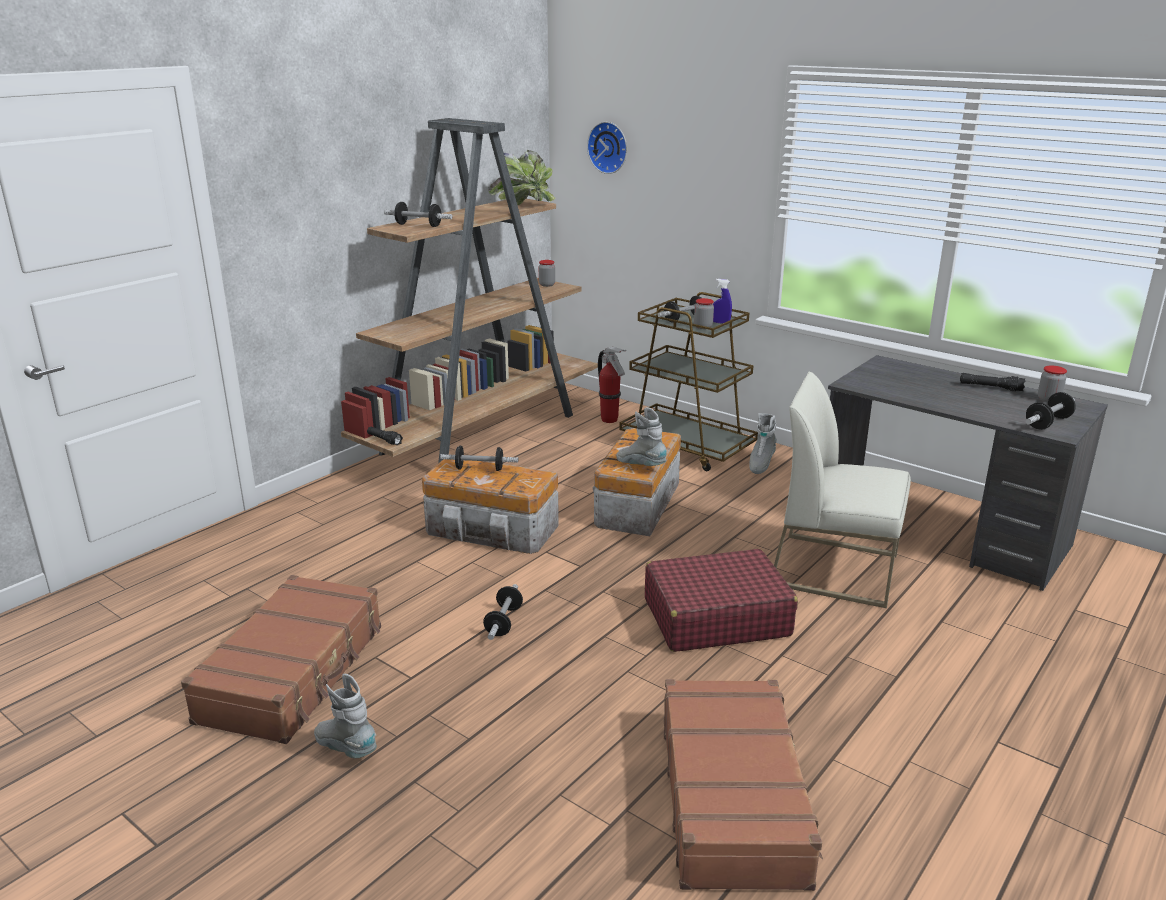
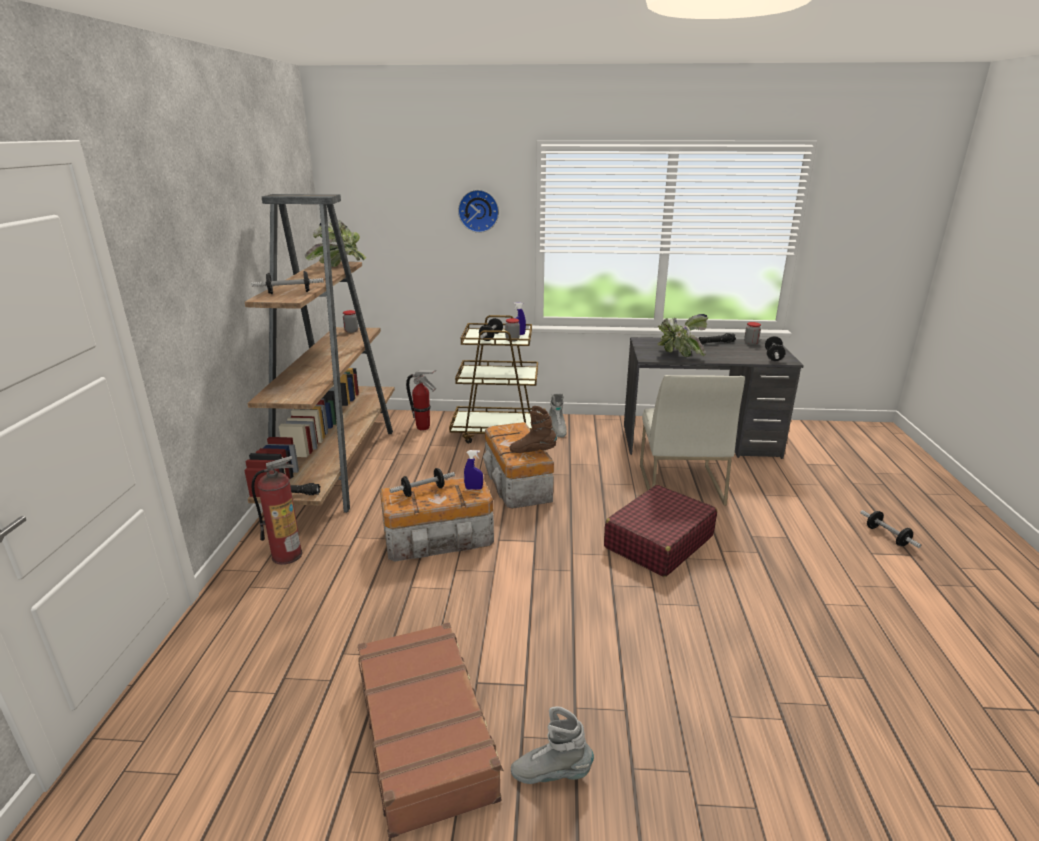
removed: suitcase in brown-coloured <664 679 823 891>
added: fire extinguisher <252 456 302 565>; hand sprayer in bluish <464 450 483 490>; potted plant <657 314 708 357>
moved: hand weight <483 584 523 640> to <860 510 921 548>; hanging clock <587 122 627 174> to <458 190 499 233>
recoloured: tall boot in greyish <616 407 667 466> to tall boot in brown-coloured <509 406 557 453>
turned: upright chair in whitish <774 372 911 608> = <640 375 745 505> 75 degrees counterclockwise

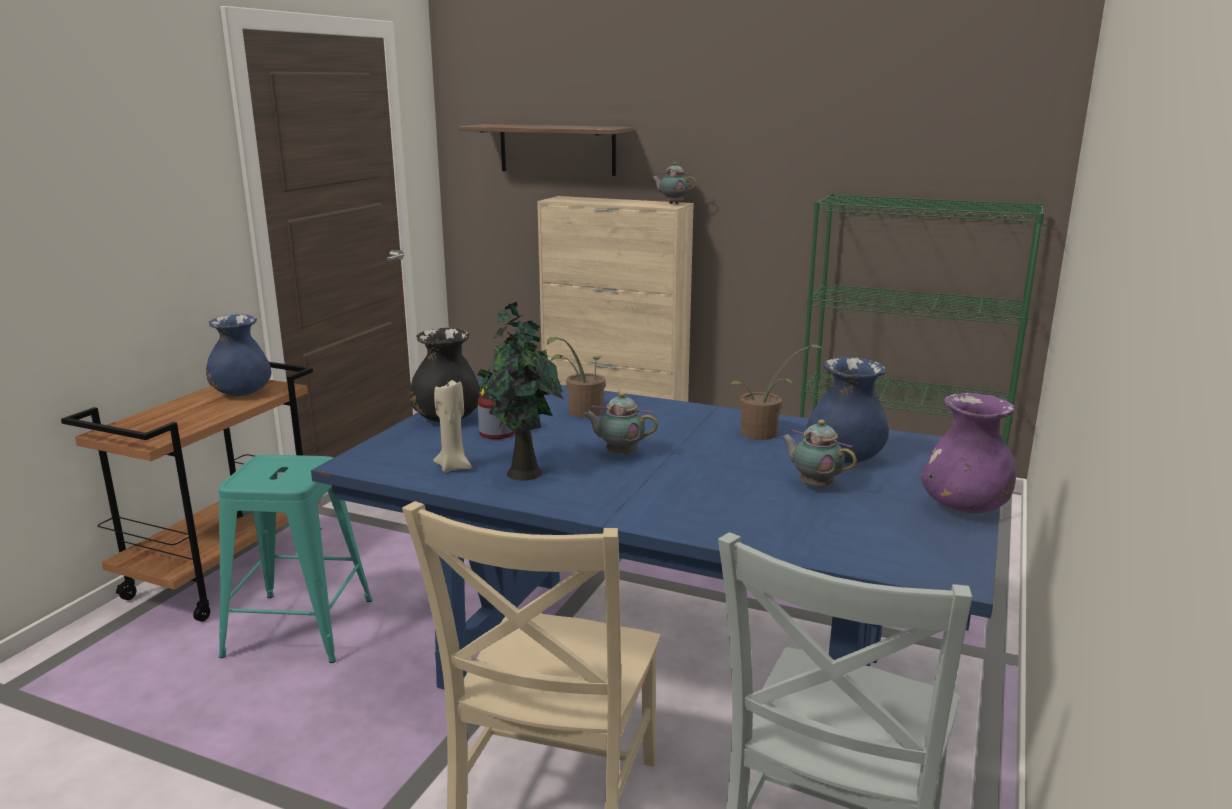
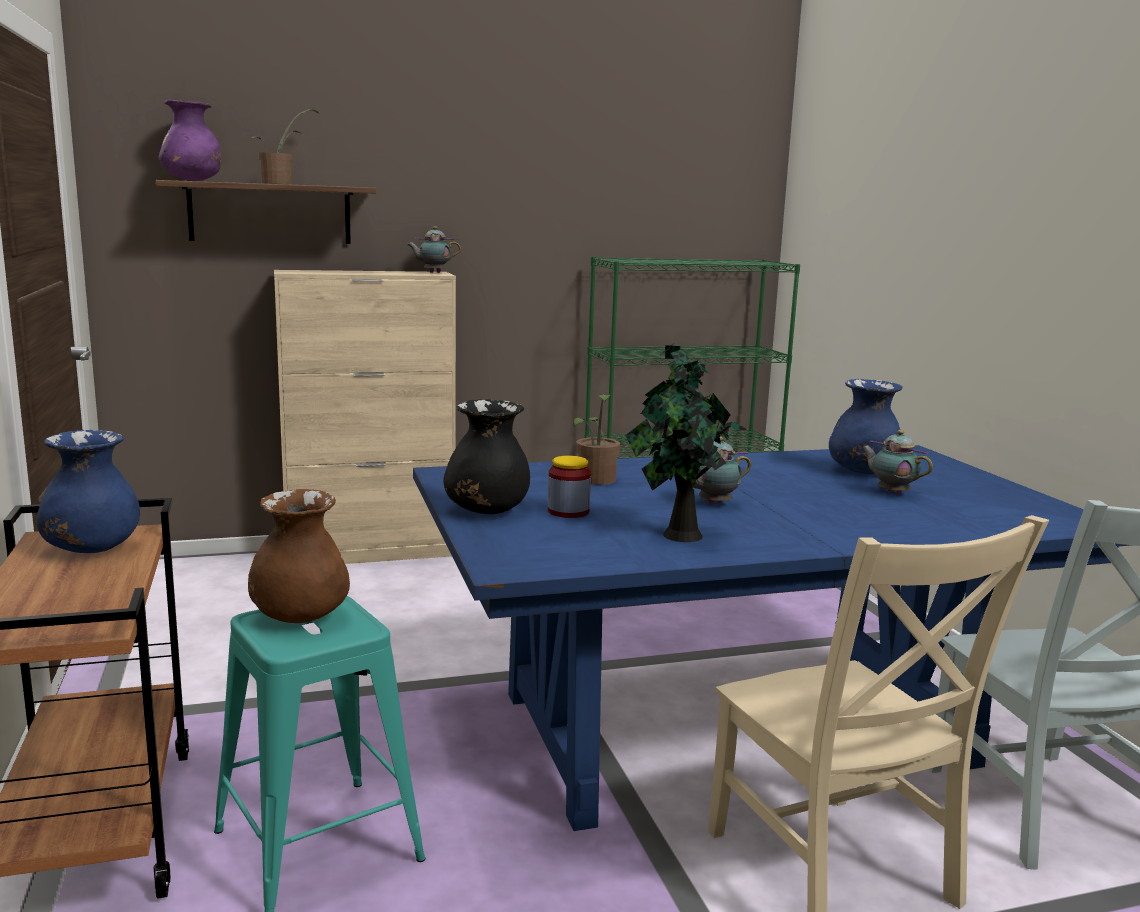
removed: candle in beige-coloured <433 378 472 472>
added: vase in brown-coloured <248 489 350 623>
moved: potted plant <729 344 823 440> to <251 109 319 184>; vase in purplish <921 393 1016 513> to <159 100 221 181>
turned: tea pot <781 420 857 488> = <862 430 933 495> 45 degrees clockwise

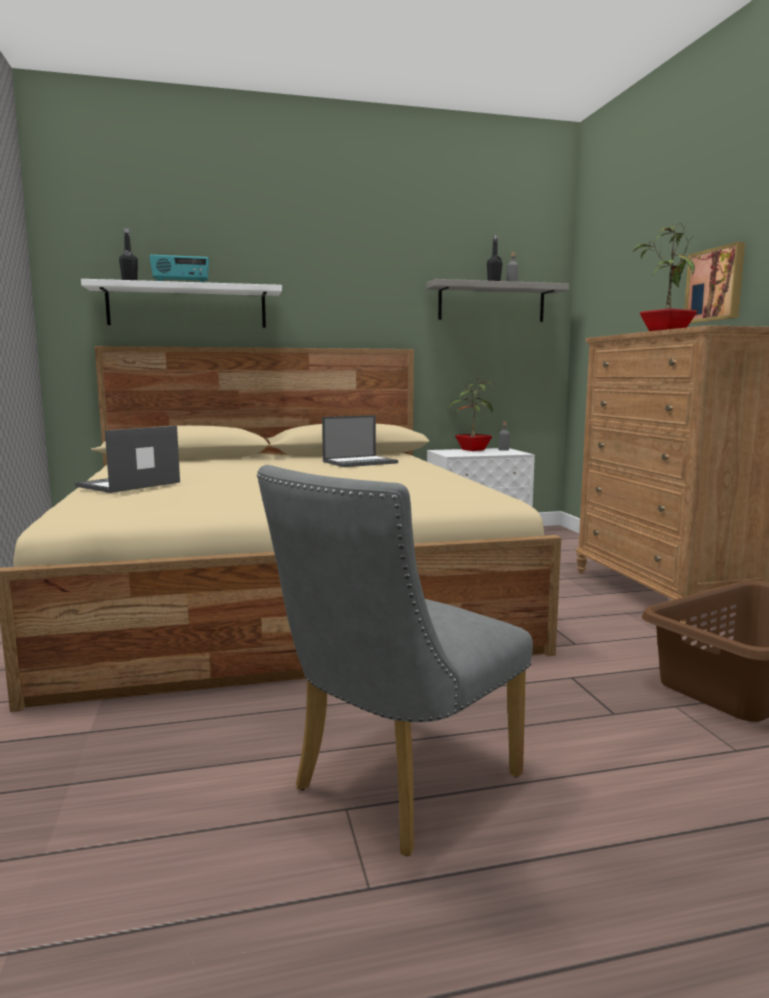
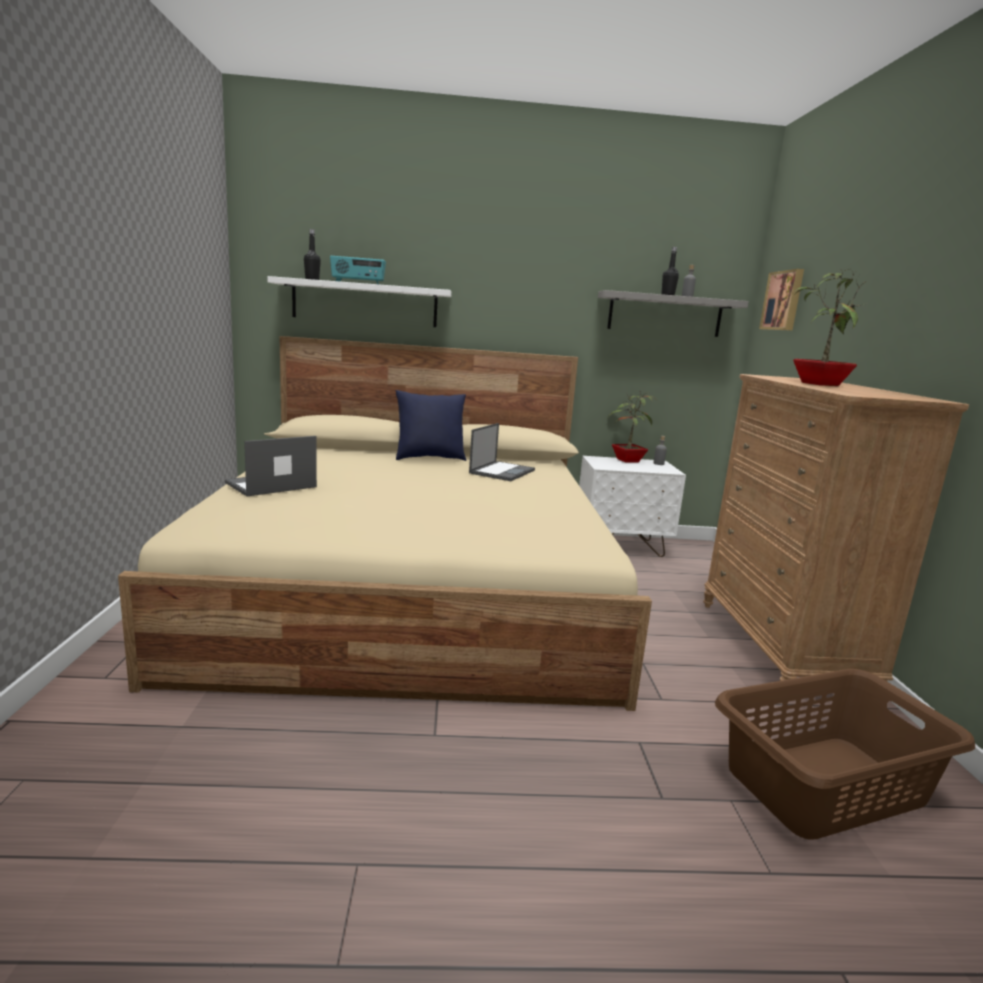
removed: upright chair in greyish <257 465 533 856>
added: pillow in bluish <396 390 466 461>
moved: wall picture <684 242 745 323> to <759 269 804 331>
turned: portable computer <322 415 398 467> = <469 423 535 481> 45 degrees counterclockwise

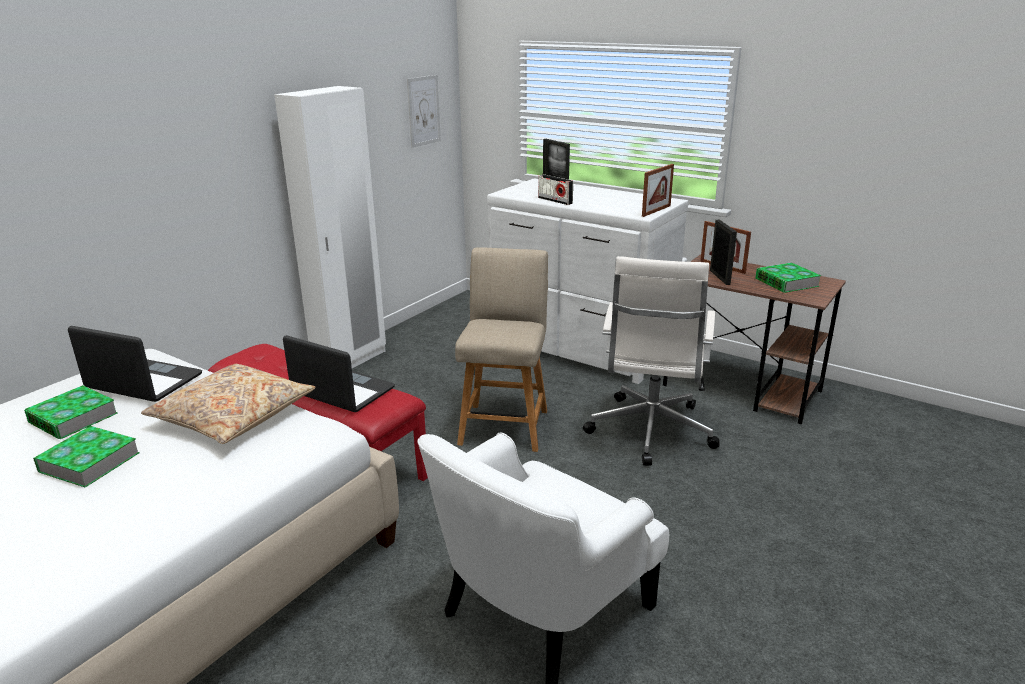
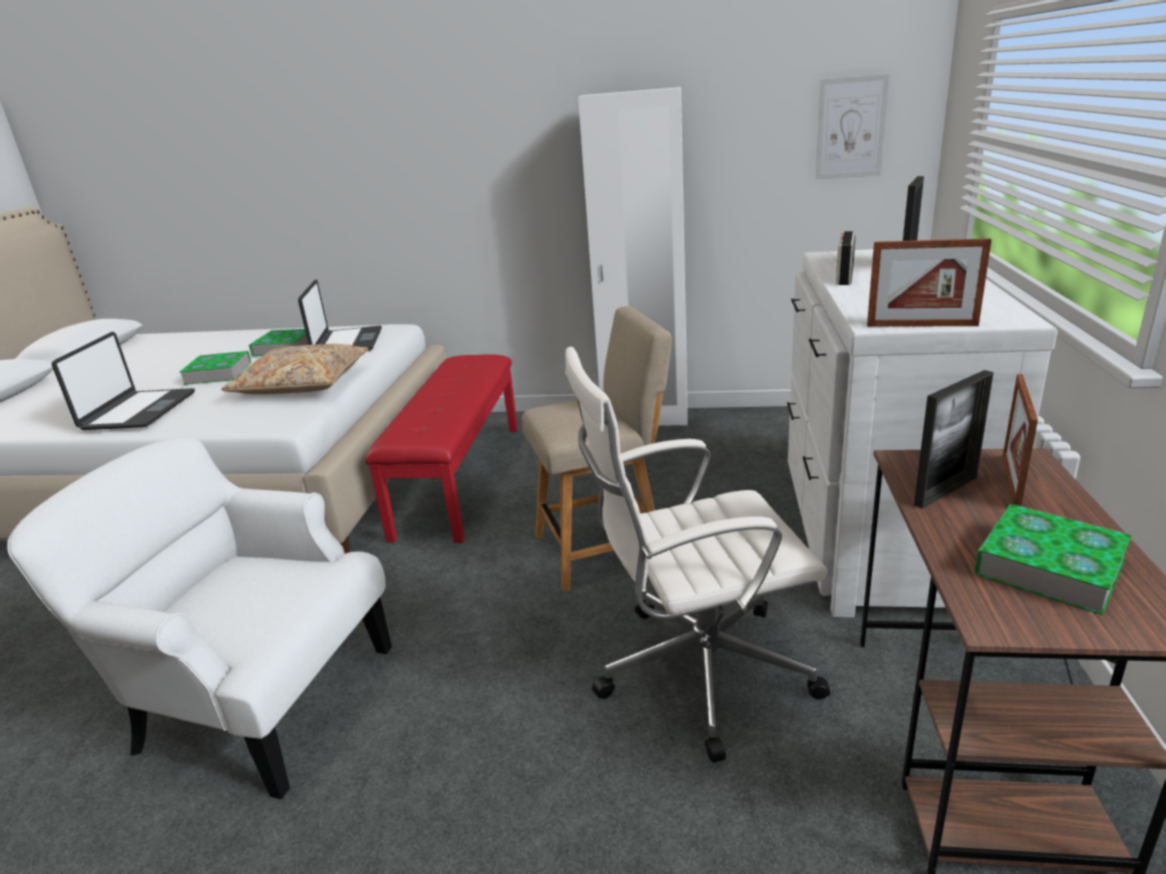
moved: portable computer <283 335 395 412> to <52 332 195 430>

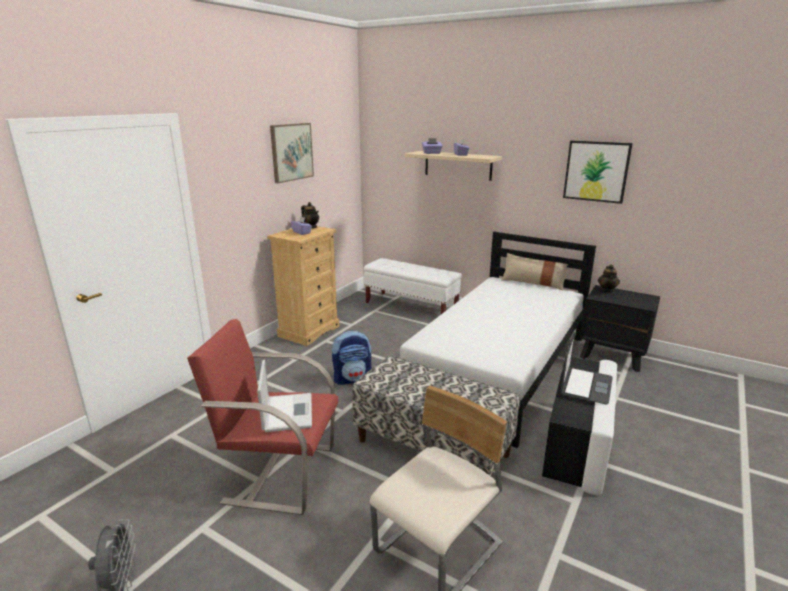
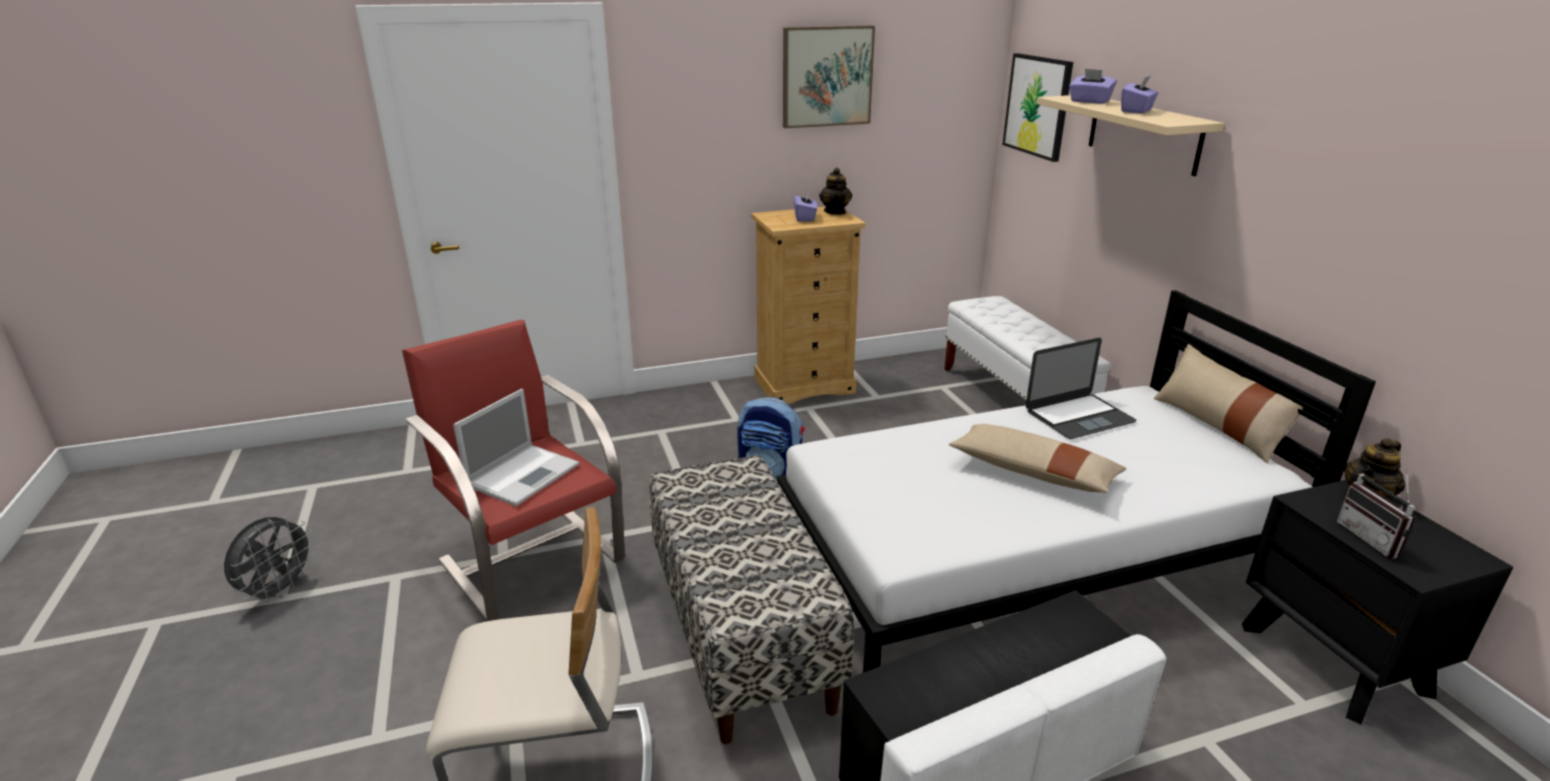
added: pillow in beige-coloured <949 424 1127 493>; radio receiver <1337 469 1416 559>
moved: portable computer <561 332 613 404> to <1026 338 1137 439>; wall picture <563 140 633 204> to <1003 53 1073 162>

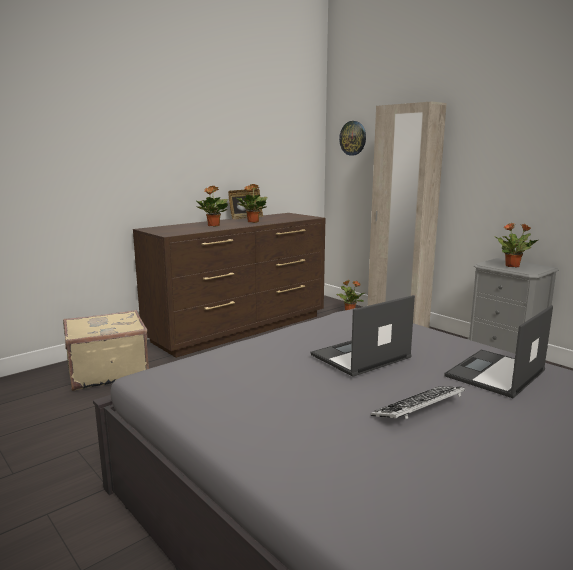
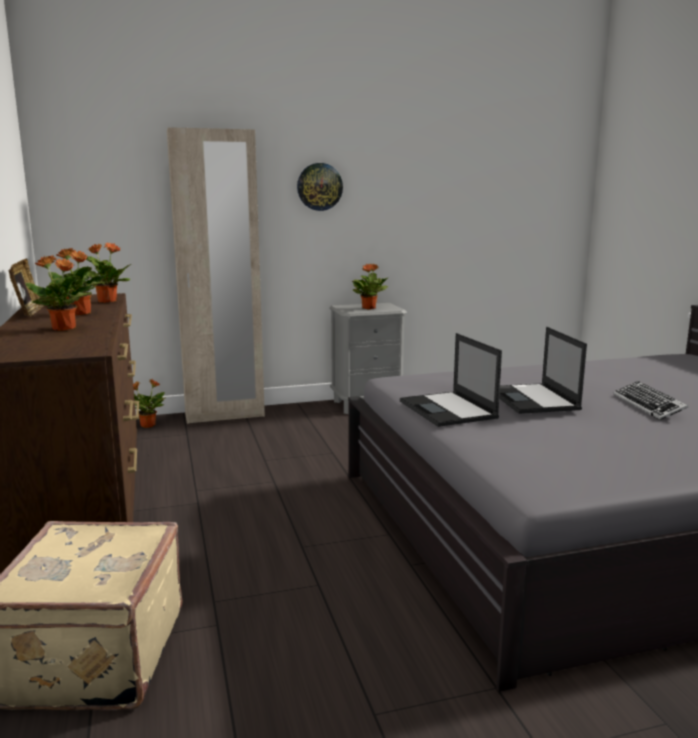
added: potted plant <77 243 131 303>
moved: hanging clock <339 121 366 156> to <297 163 343 211>; portable computer <444 305 553 398> to <400 333 502 427>

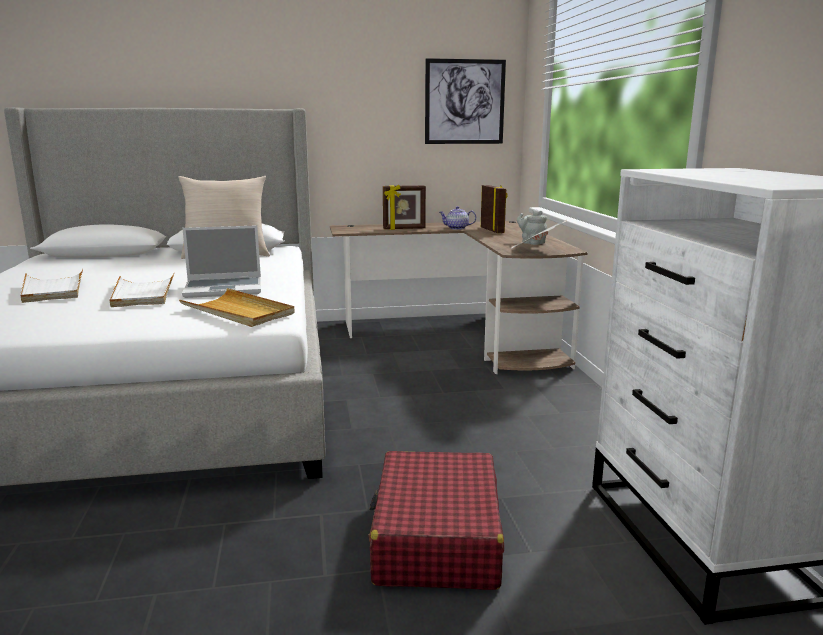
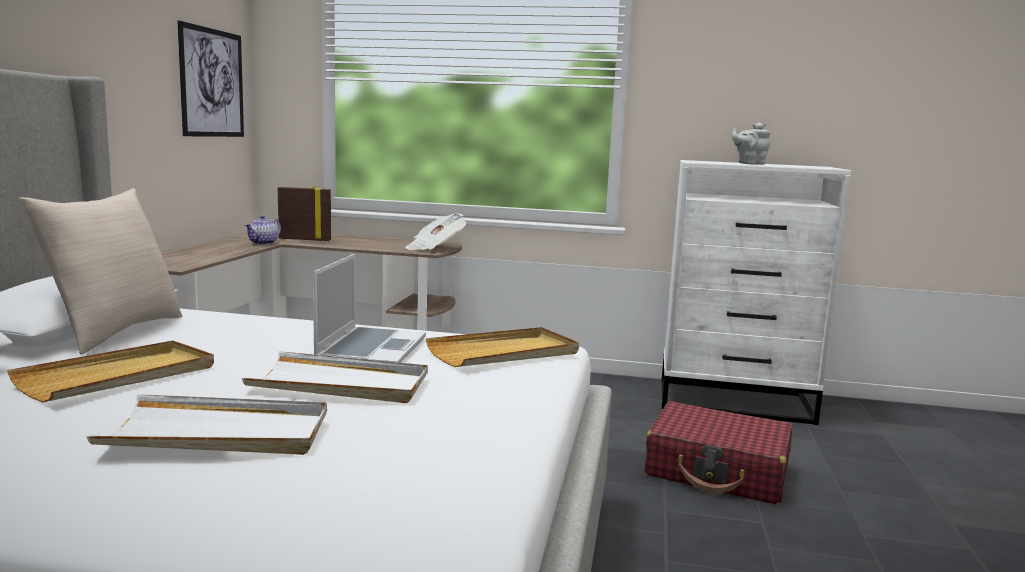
removed: standing frame <383 184 426 230>
added: tray in beige-coloured <7 340 214 403>
moved: tea pot in greyish <517 210 547 245> to <732 123 771 165>

